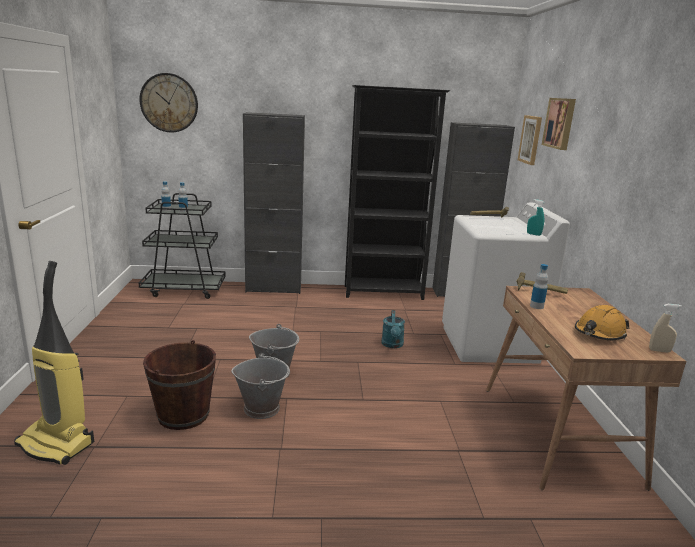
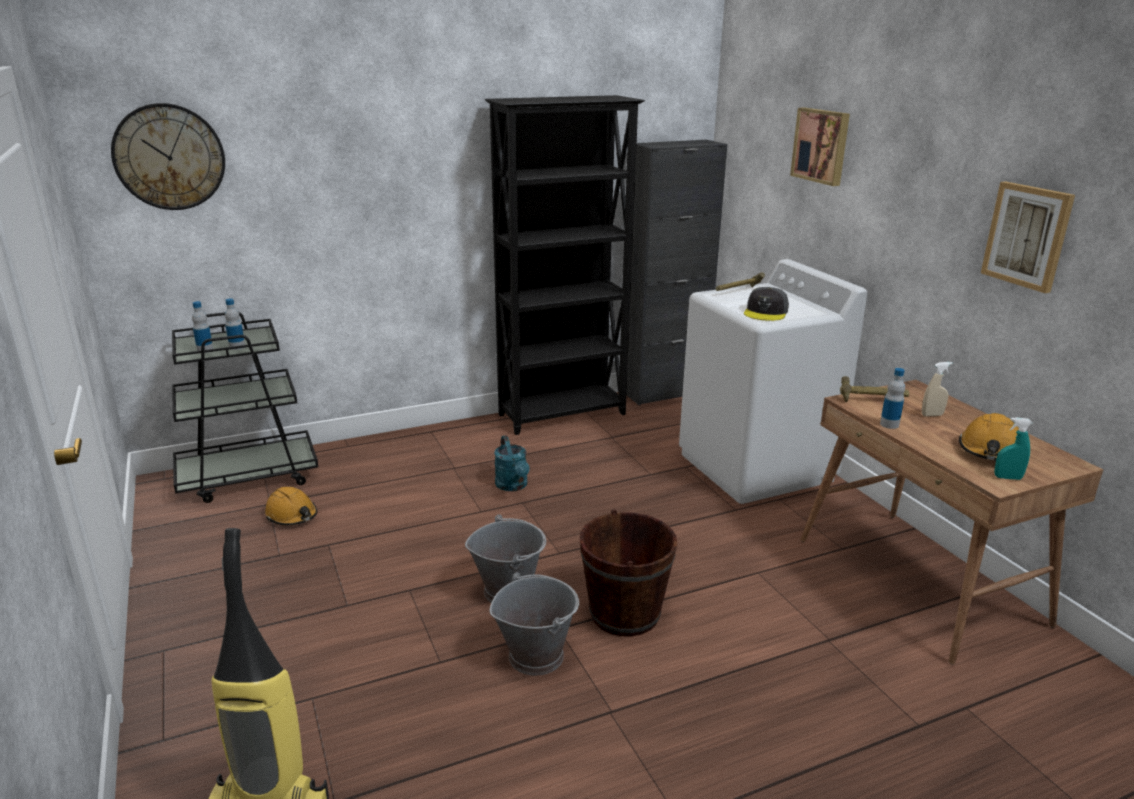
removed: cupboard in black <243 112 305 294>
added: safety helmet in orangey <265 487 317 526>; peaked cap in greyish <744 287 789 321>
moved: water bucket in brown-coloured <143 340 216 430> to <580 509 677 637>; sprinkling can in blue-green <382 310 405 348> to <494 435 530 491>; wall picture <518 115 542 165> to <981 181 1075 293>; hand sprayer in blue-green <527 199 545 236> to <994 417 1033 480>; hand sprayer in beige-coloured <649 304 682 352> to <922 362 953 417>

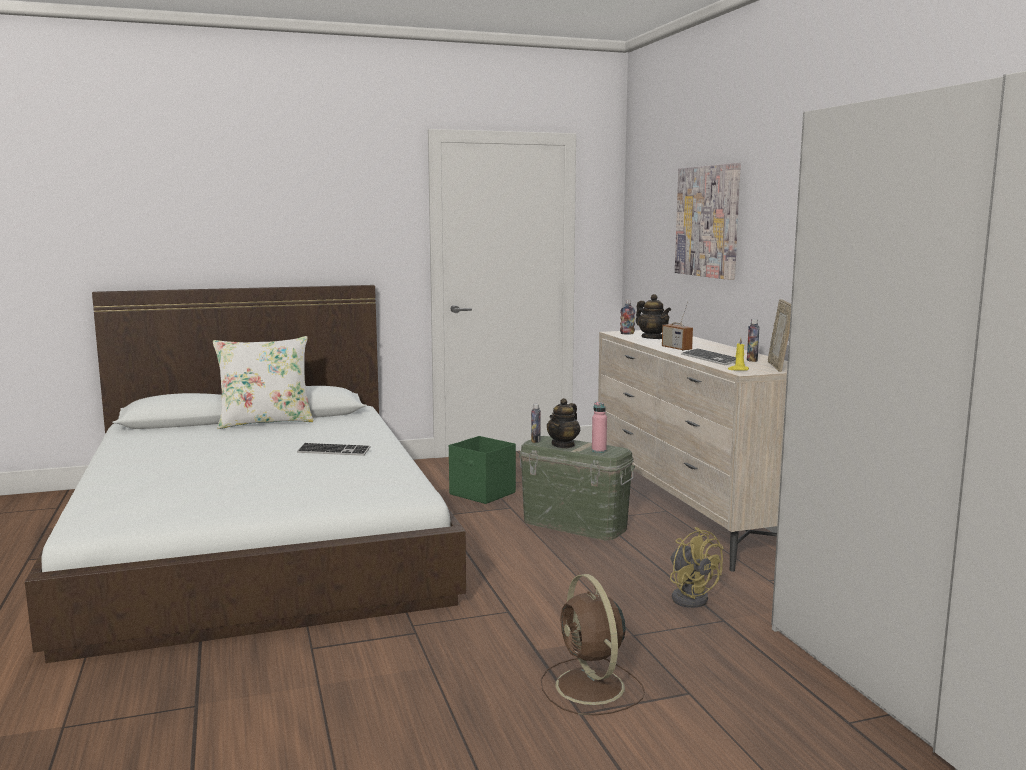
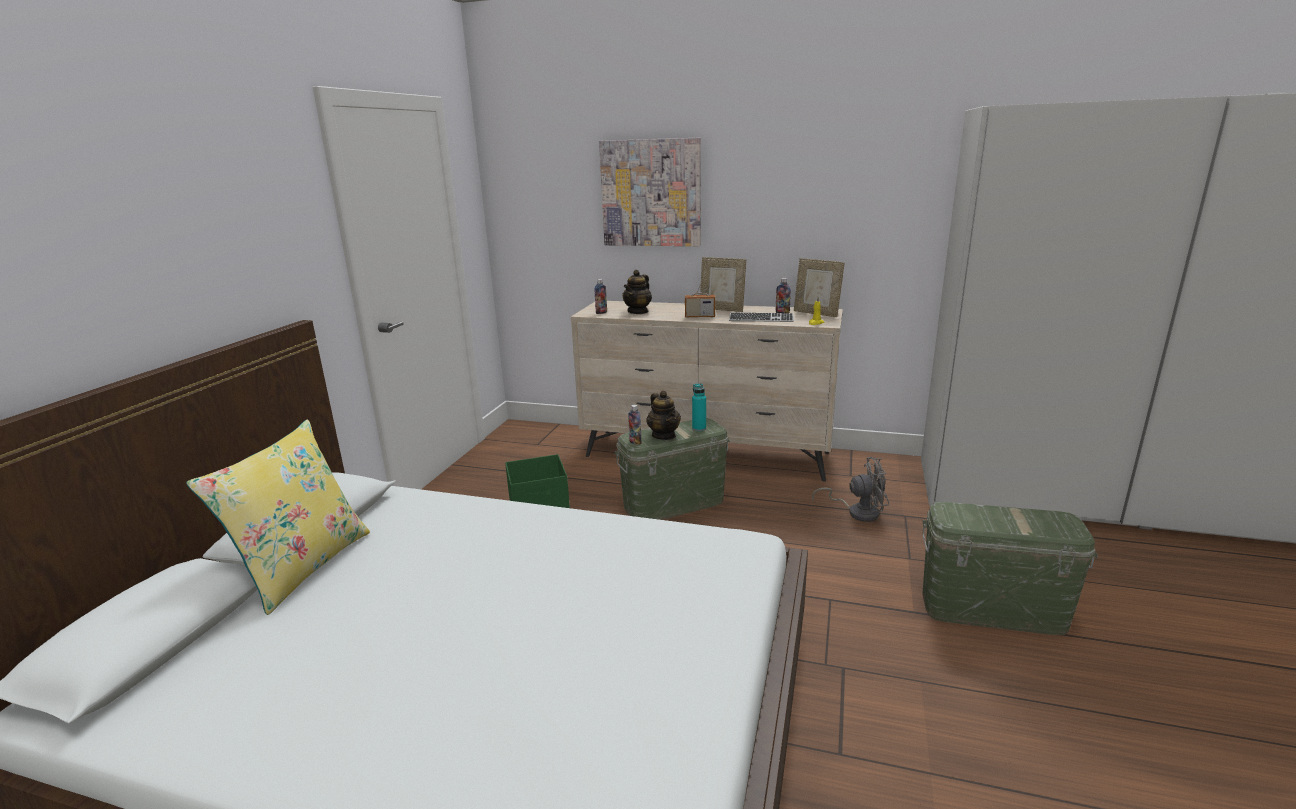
removed: PC keyboard <297 443 371 456>
added: standing frame <700 257 746 312>
replaced: cooling fan in brown-coloured <541 574 645 716> to storage box in green <922 502 1098 635>
recoloured: pillow in whitish <213 336 314 429> to pillow in yellow-coloured <186 419 370 615>; drink bottle in pinkish <592 402 607 453> to drink bottle in blue-green <692 384 706 431>; cooling fan in yellow-coloured <670 527 723 608> to cooling fan in greyish <812 457 889 522>
turned: tea pot <636 294 671 339> = <623 270 652 314> 120 degrees clockwise

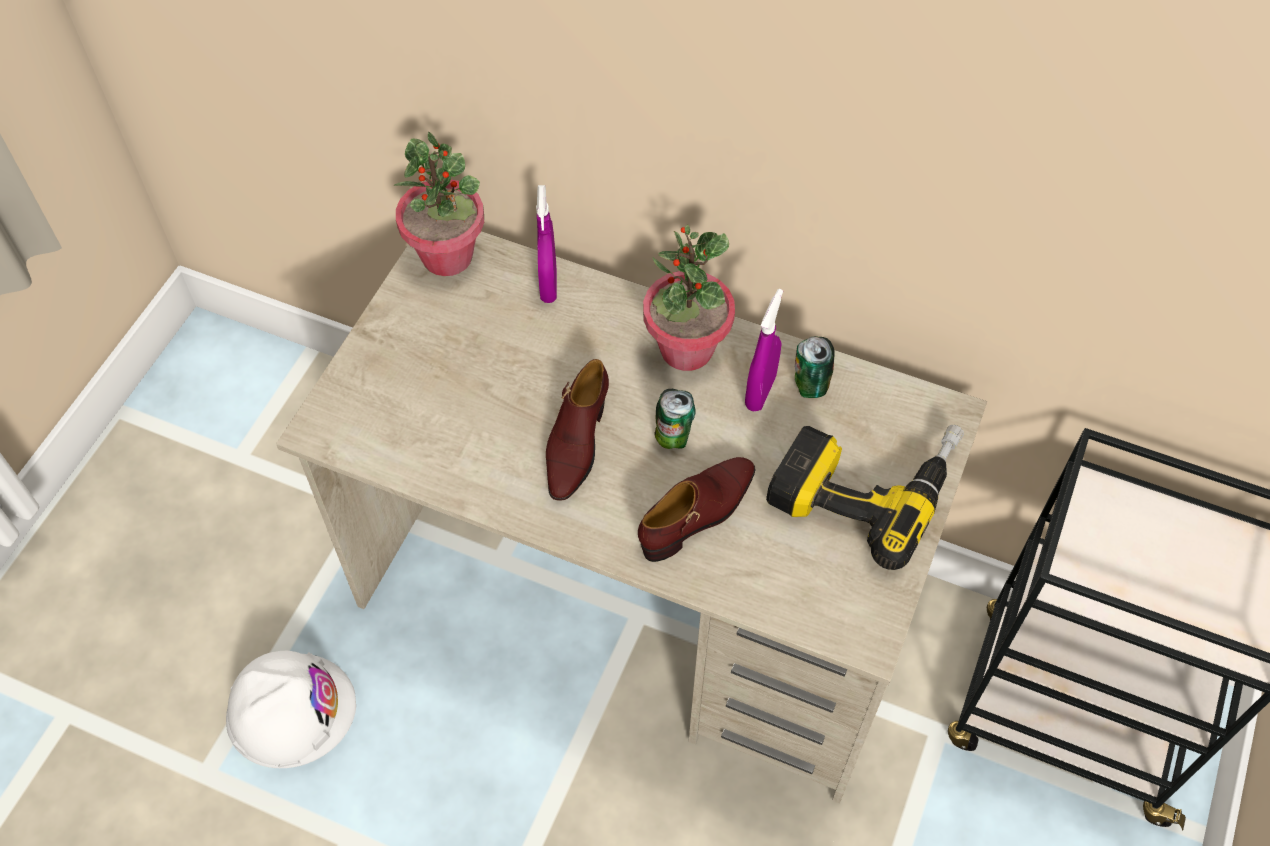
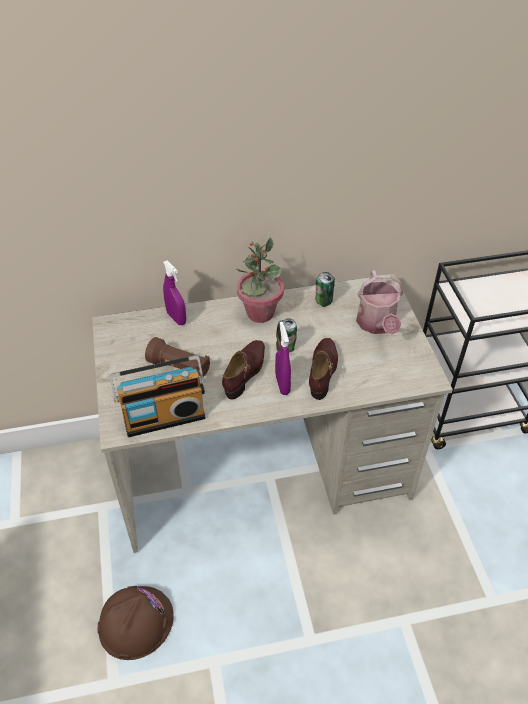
removed: potted plant <394 131 484 276>
added: radio receiver <110 355 205 437>; torch in brown-coloured <145 337 210 377>
moved: hand sprayer in purplish <745 289 783 411> to <275 321 291 395>
replaced: electric drill <766 425 964 570> to sprinkling can <356 270 403 335>
recoloured: safety helmet in whitish <226 651 356 768> to safety helmet in brown-coloured <97 586 174 660>
turned: item of footwear in brown-coloured <546 359 609 501> = <222 340 265 399> 135 degrees counterclockwise

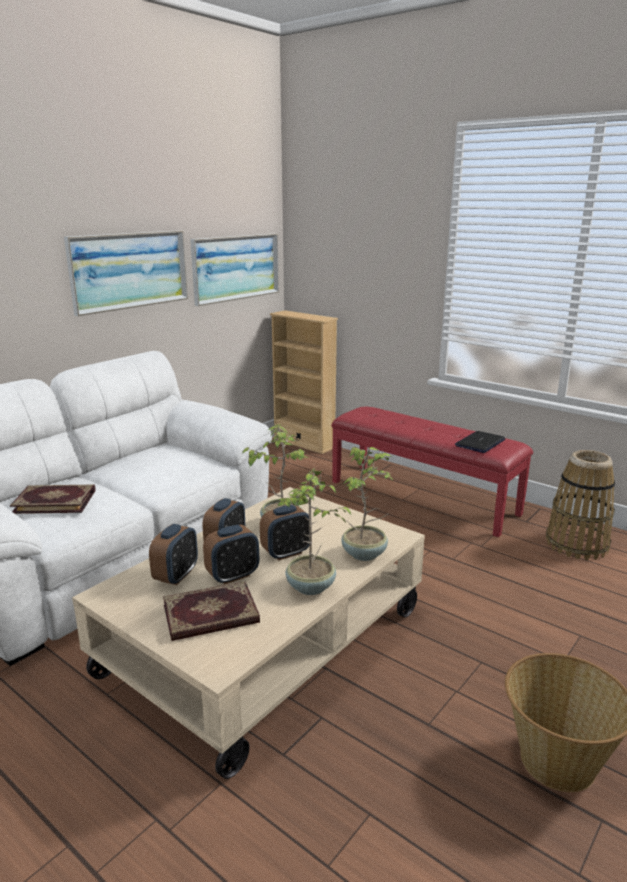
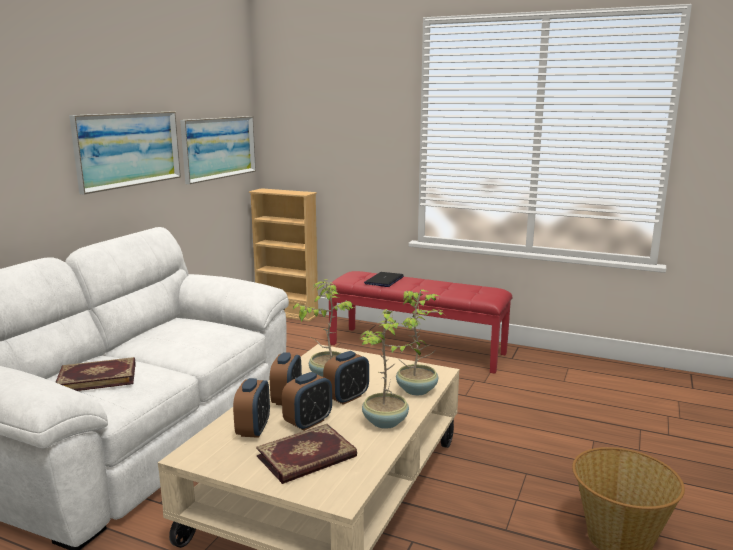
removed: household basket <546 450 615 560>
moved: portable computer <455 431 505 453> to <364 272 404 287>

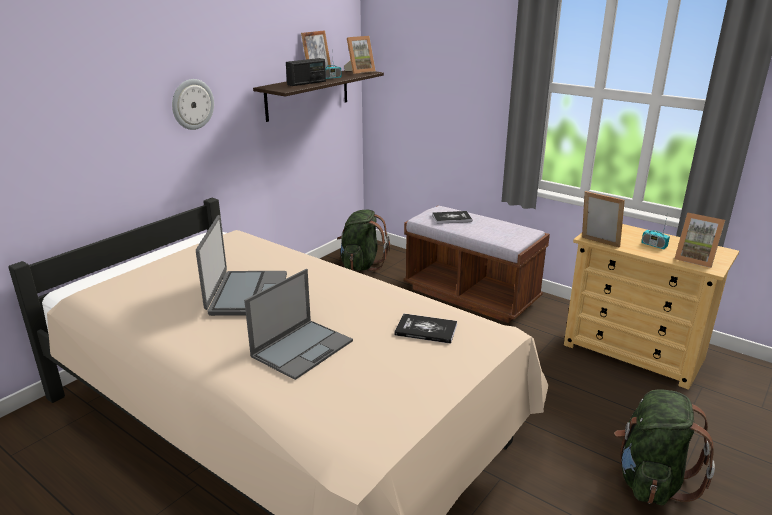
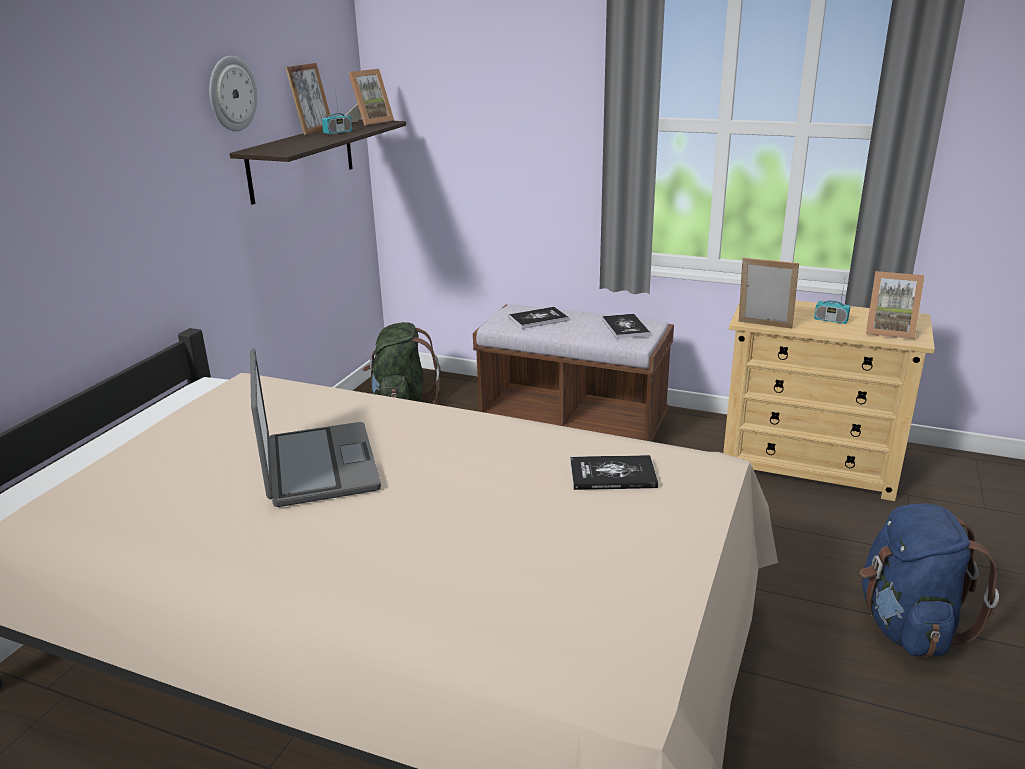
removed: portable computer <244 269 353 380>; radio receiver <286 58 326 86>
added: volume <602 314 650 339>
moved: hanging clock <172 79 214 130> to <209 56 258 131>
recoloured: knapsack in green <614 390 715 505> to knapsack in bluish <860 503 999 657>

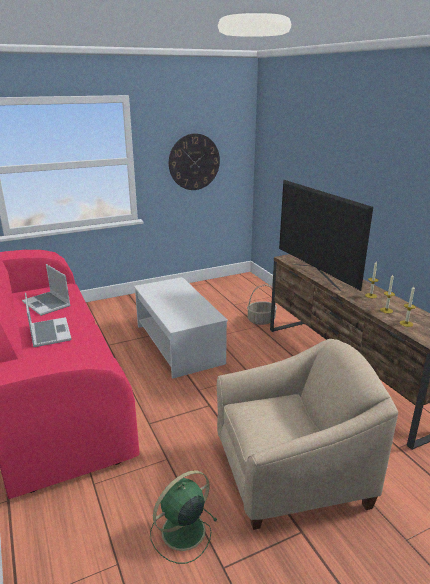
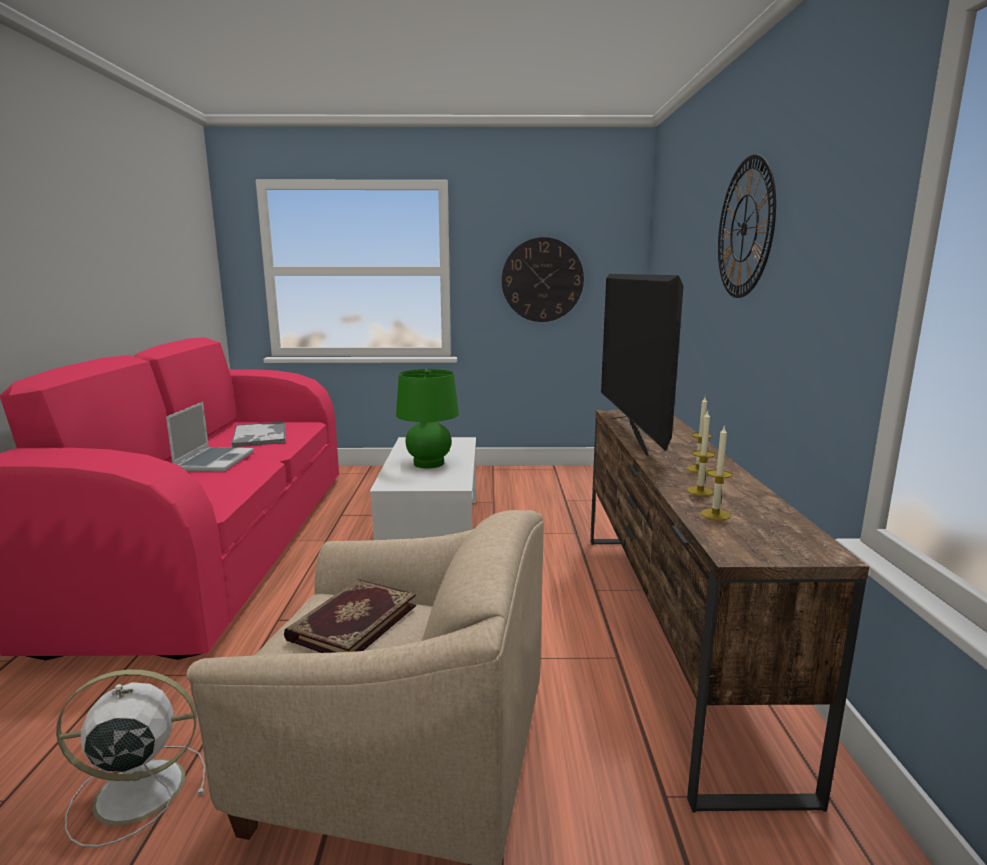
removed: household basket <247 284 277 325>
added: volume <284 579 416 653>; lamp for a table in green <396 369 459 468>; hanging clock <718 155 776 298>
replaced: portable computer <22 264 70 316> to tray <231 421 286 447>
recoloured: cooling fan in green <150 470 218 564> to cooling fan in whitish <56 669 205 847>

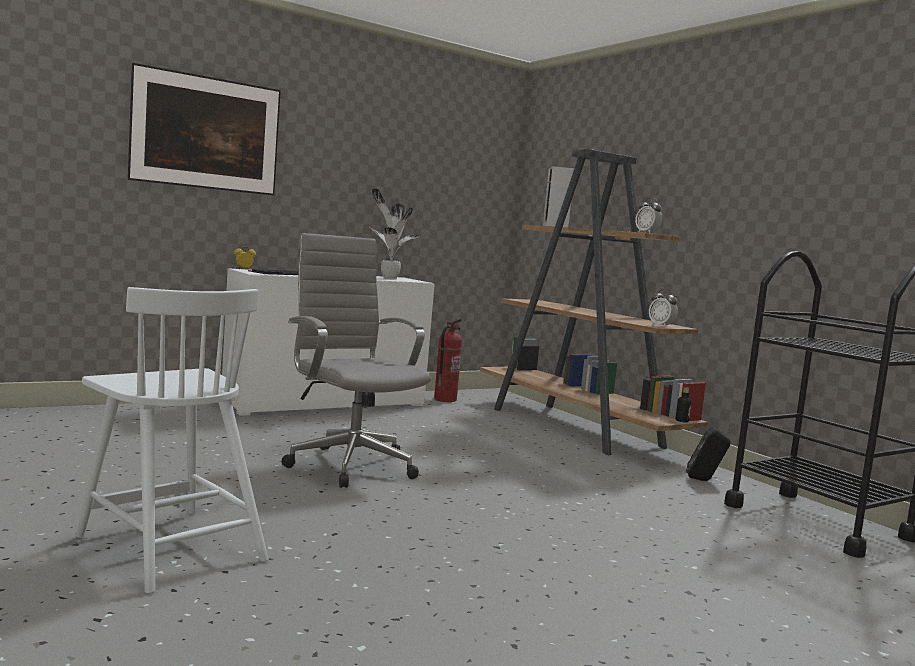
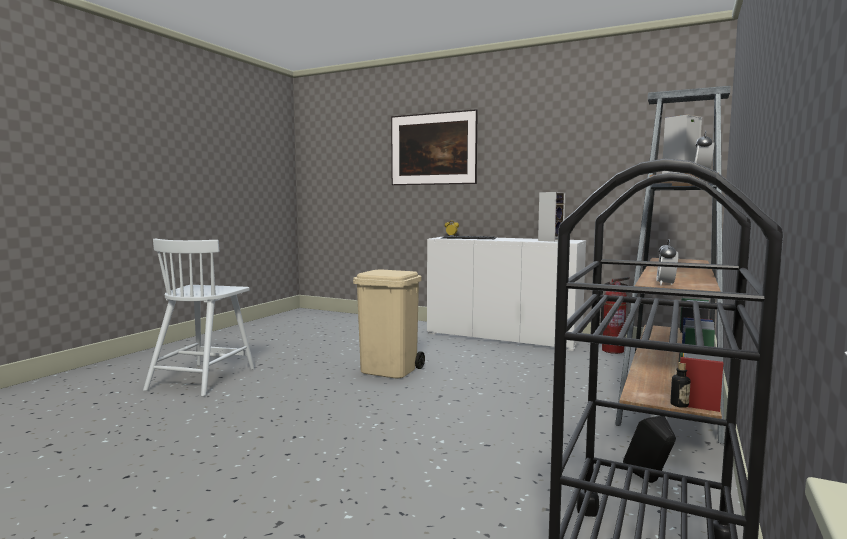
replaced: desk chair in greyish <281 233 431 488> to waste bin in beige-coloured <353 270 425 378>; potted plant <369 188 420 279> to speaker <538 192 565 242>

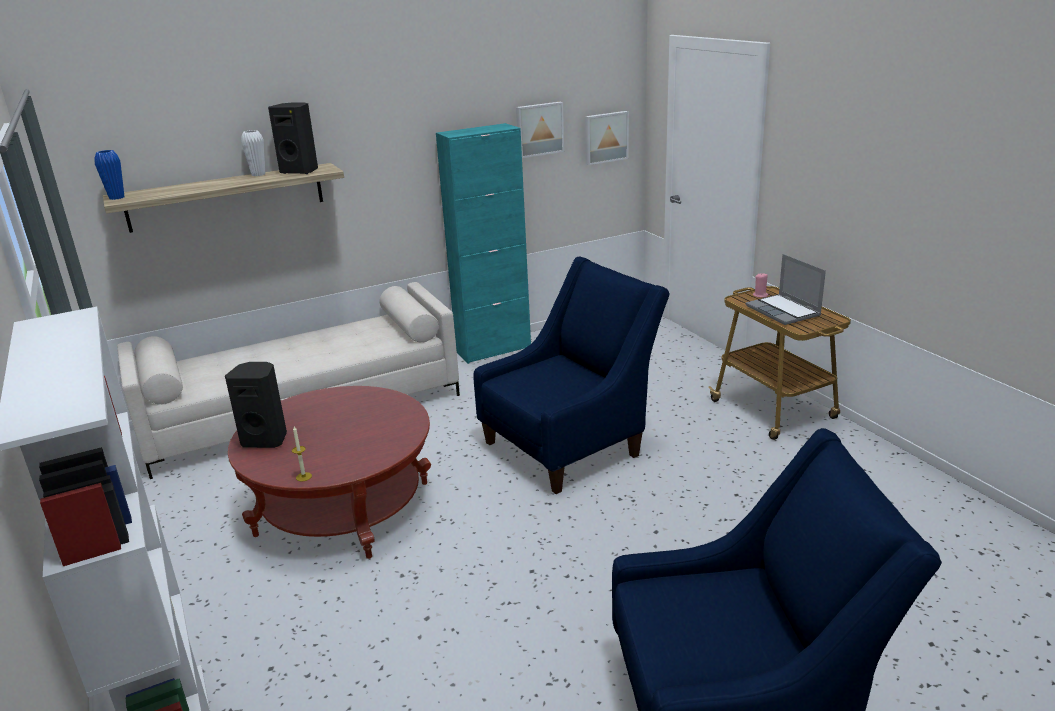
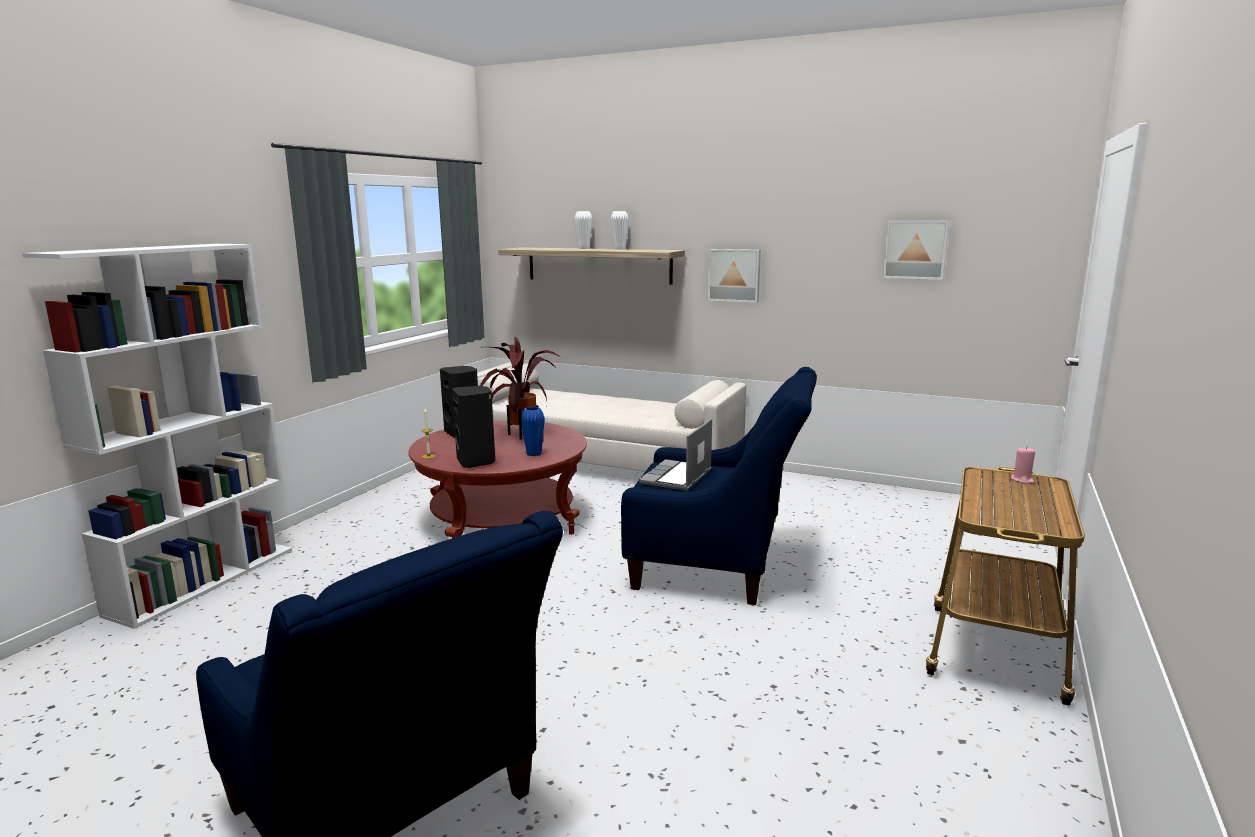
removed: cupboard in blue-green <436 123 531 364>
added: potted plant <480 337 560 440>; vase in whitish <574 211 593 249>
moved: vase in bluish <95 150 124 200> to <521 407 545 456>; speaker in black <268 103 318 174> to <452 386 495 468>; wall picture <585 111 629 165> to <708 249 761 303>; portable computer <746 254 826 325> to <639 418 712 491>

